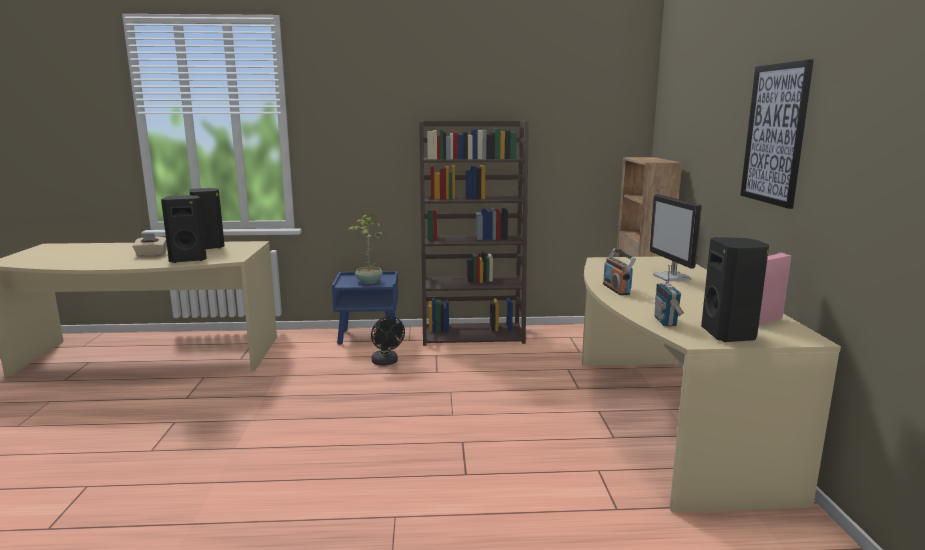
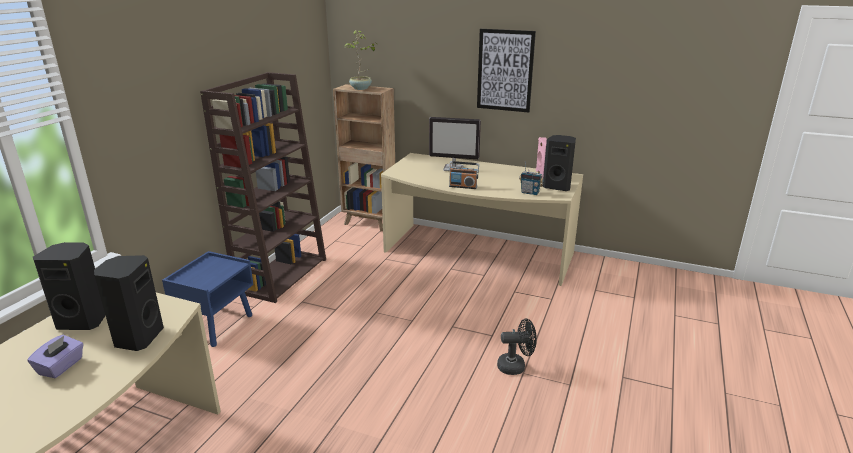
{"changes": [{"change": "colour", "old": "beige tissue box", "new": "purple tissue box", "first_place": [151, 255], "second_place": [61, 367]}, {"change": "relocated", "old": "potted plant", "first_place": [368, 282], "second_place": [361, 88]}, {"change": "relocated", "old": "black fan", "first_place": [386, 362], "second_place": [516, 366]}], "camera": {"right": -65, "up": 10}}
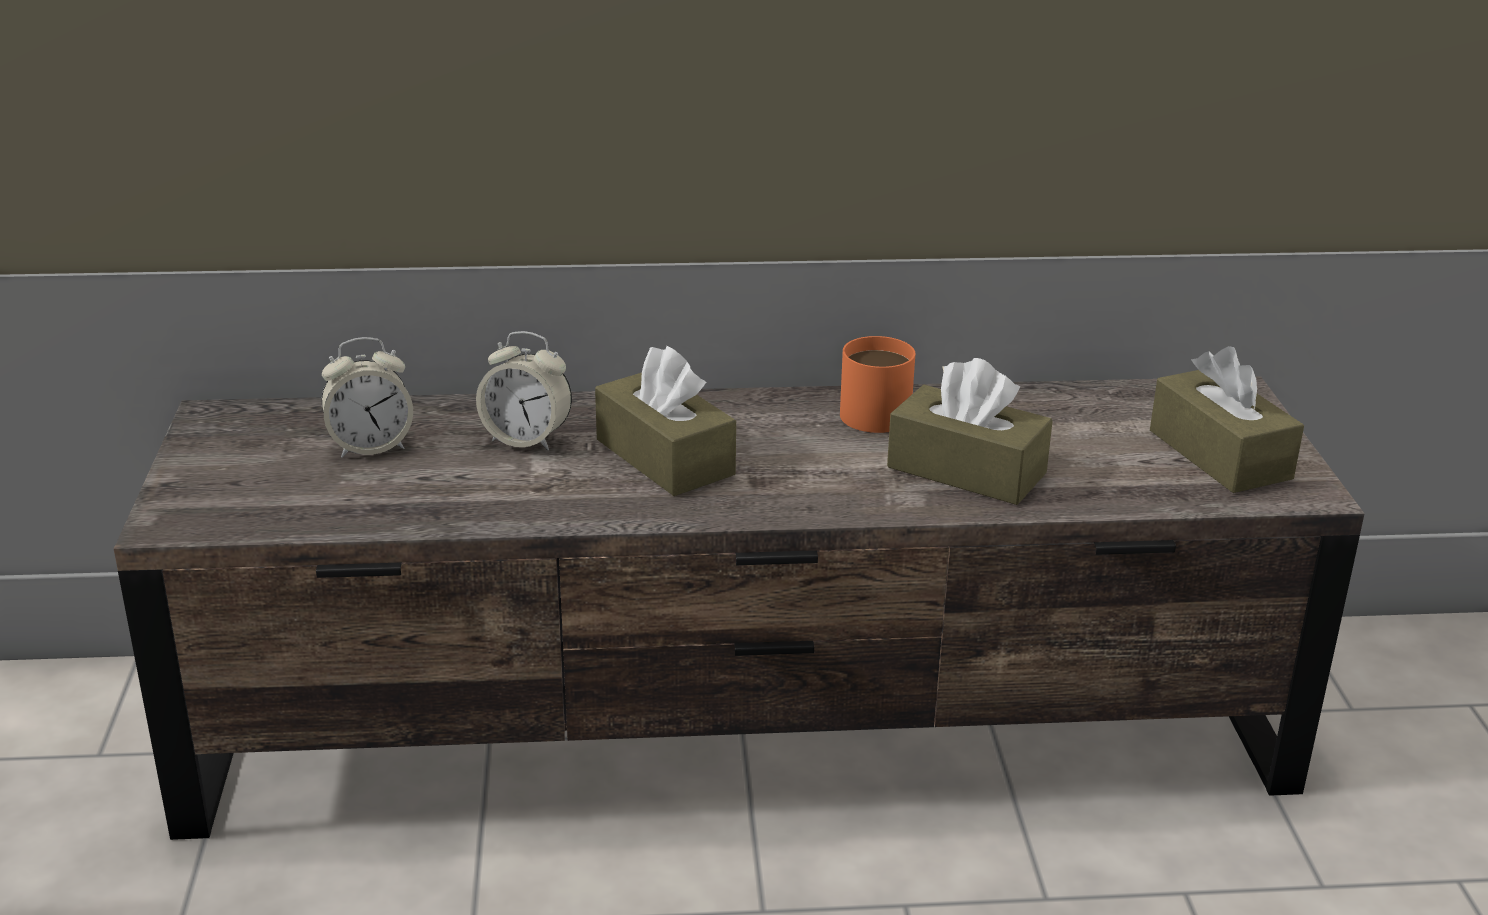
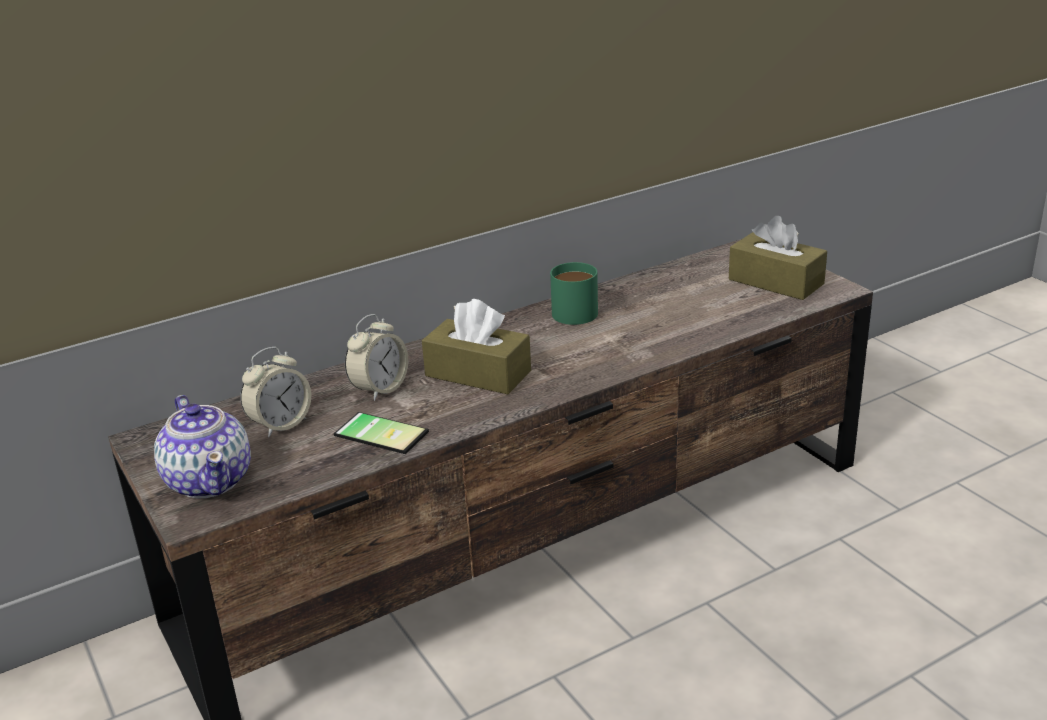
{"changes": [{"change": "appeared", "new": "teapot", "second_place": [209, 480]}, {"change": "appeared", "new": "phone", "second_place": [384, 431]}, {"change": "spun", "old": "alarm clock", "first_place": [526, 439], "second_place": [380, 389], "degrees": -45}, {"change": "colour", "old": "orange mug", "new": "green mug", "first_place": [883, 409], "second_place": [575, 309]}, {"change": "missing", "old": "brown tissue box", "first_place": [966, 470]}], "camera": {"right": -25, "up": 0}}
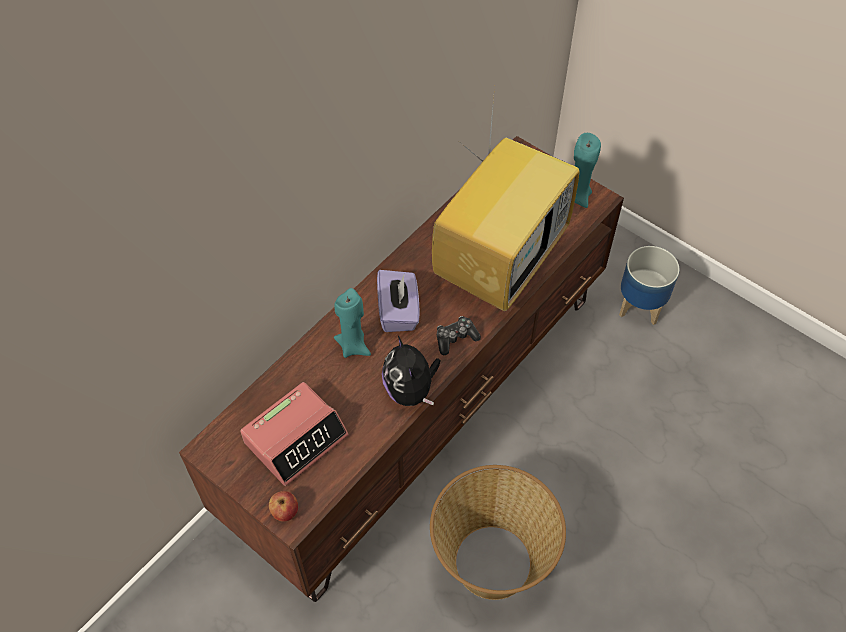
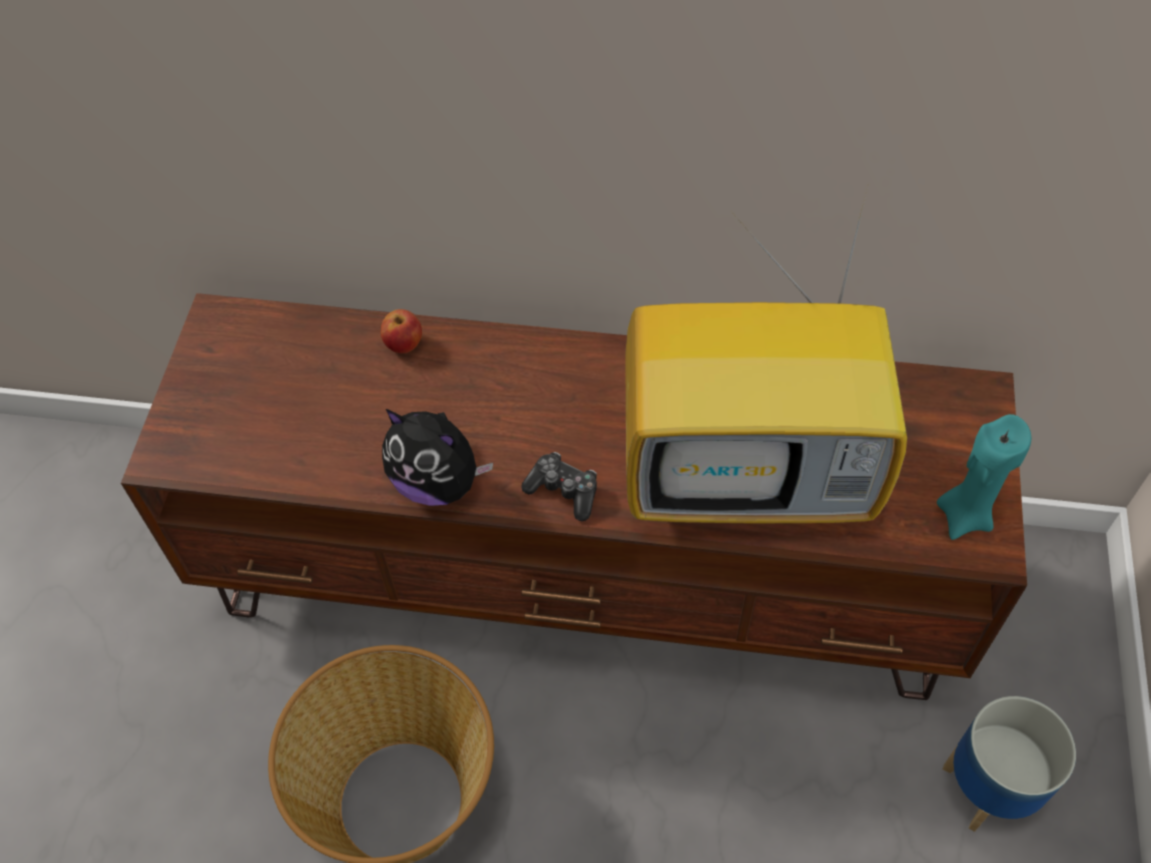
{"changes": [{"change": "relocated", "old": "apple", "first_place": [285, 512], "second_place": [404, 344]}, {"change": "spun", "old": "plush toy", "first_place": [410, 390], "second_place": [438, 482], "degrees": -105}, {"change": "missing", "old": "alarm clock", "first_place": [296, 438]}, {"change": "missing", "old": "turquoise candle", "first_place": [353, 346]}, {"change": "missing", "old": "purple tissue box", "first_place": [398, 312]}], "camera": {"right": 60, "up": 0}}
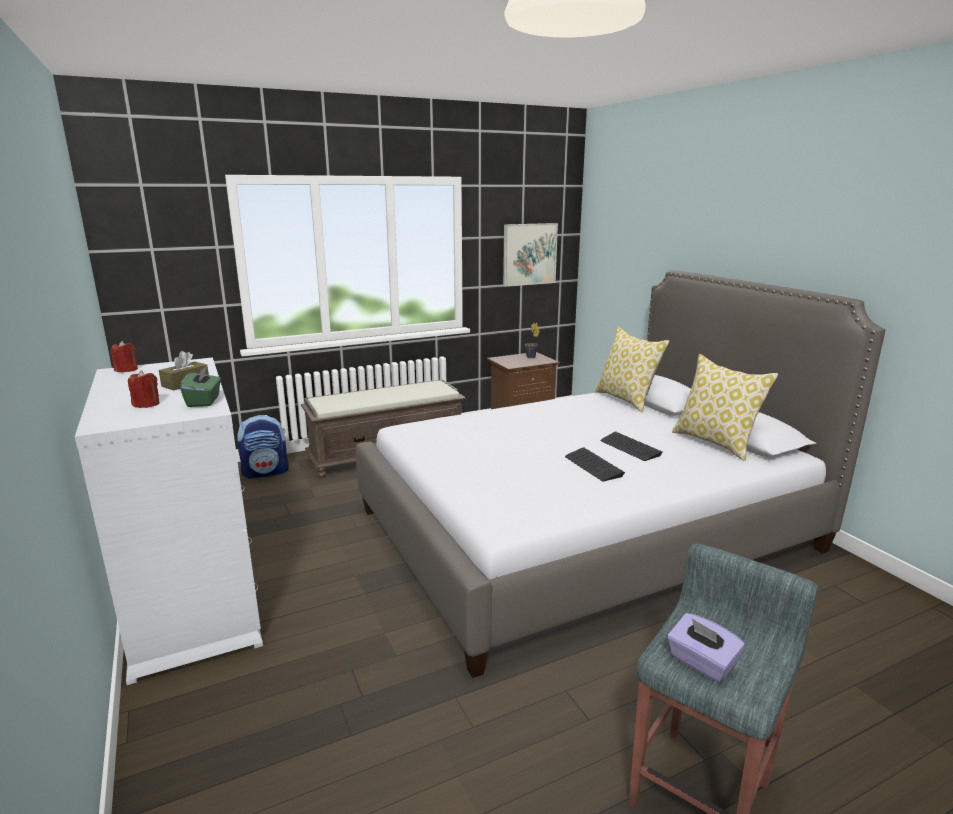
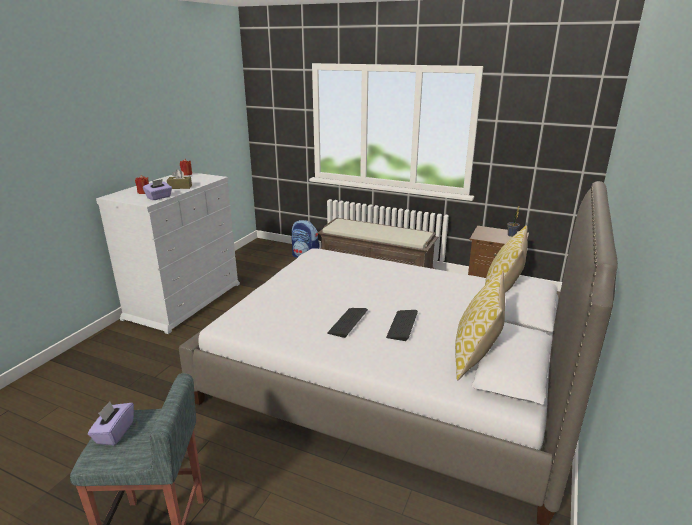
{"changes": [{"change": "colour", "old": "green tissue box", "new": "purple tissue box", "first_place": [204, 401], "second_place": [159, 197]}, {"change": "missing", "old": "picture", "first_place": [529, 254]}], "camera": {"right": 50, "up": 5}}
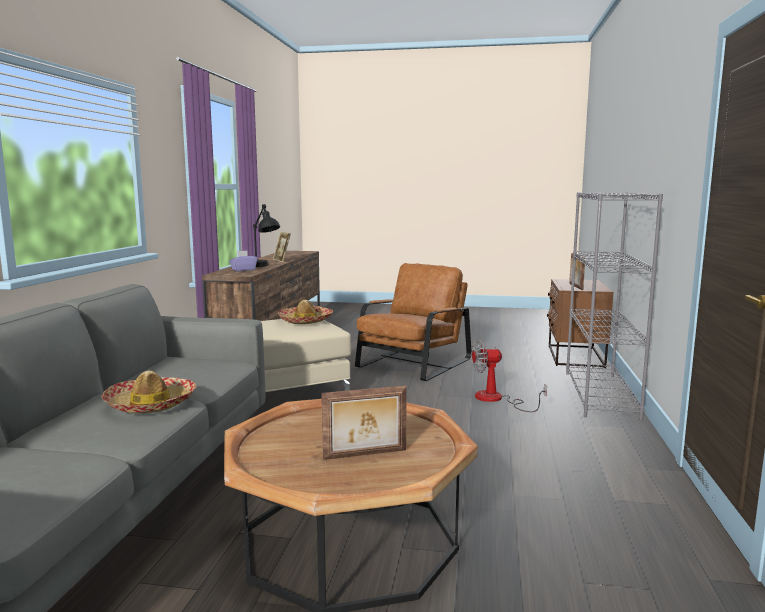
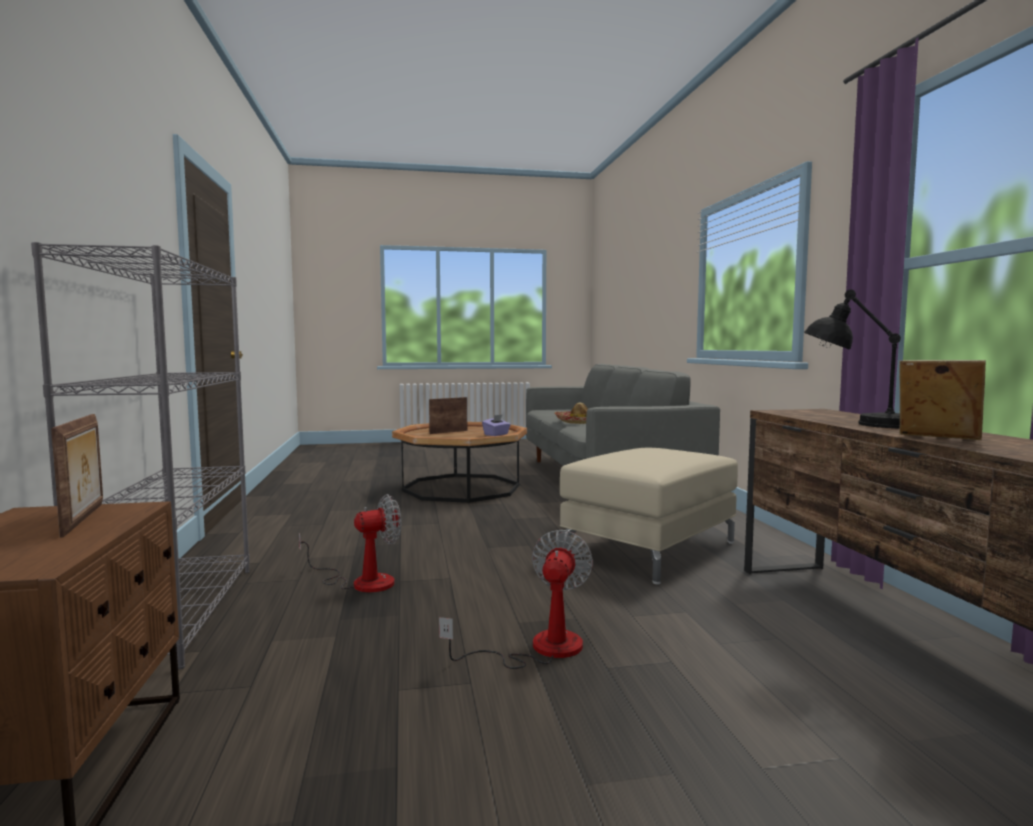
{"changes": [{"change": "exchanged", "old": "brown armchair", "new": "fan", "first_place": [413, 363], "second_place": [539, 649]}, {"change": "relocated", "old": "purple tissue box", "first_place": [243, 270], "second_place": [496, 434]}, {"change": "missing", "old": "hat", "first_place": [305, 321]}], "camera": {"right": 160, "up": -5}}
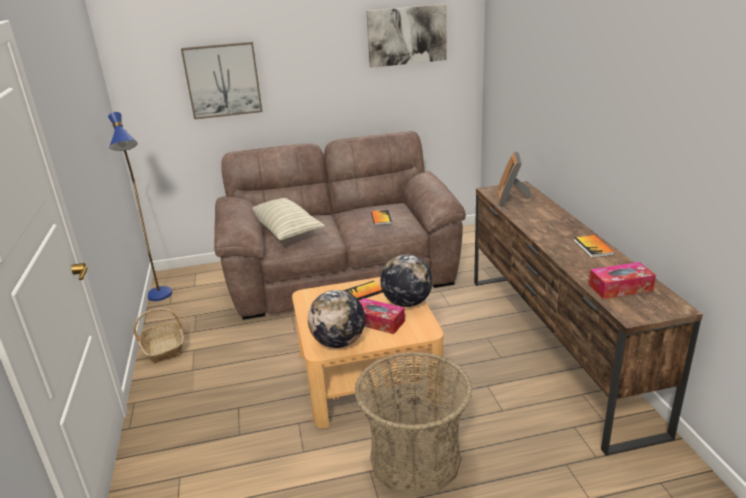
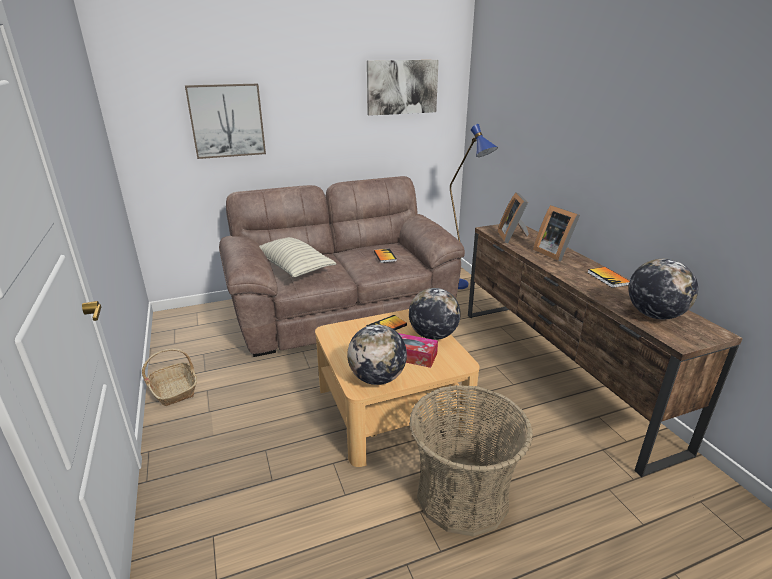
{"changes": [{"change": "relocated", "old": "blue floor lamp", "first_place": [161, 299], "second_place": [463, 287]}, {"change": "appeared", "new": "picture frame", "second_place": [553, 253]}, {"change": "exchanged", "old": "tissue box", "new": "globe", "first_place": [620, 288], "second_place": [654, 315]}], "camera": {"right": -10, "up": 0}}
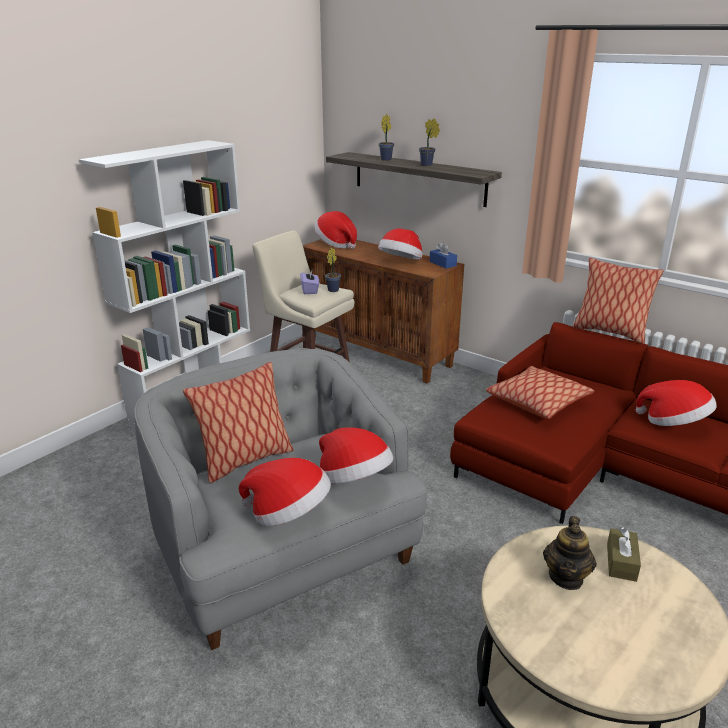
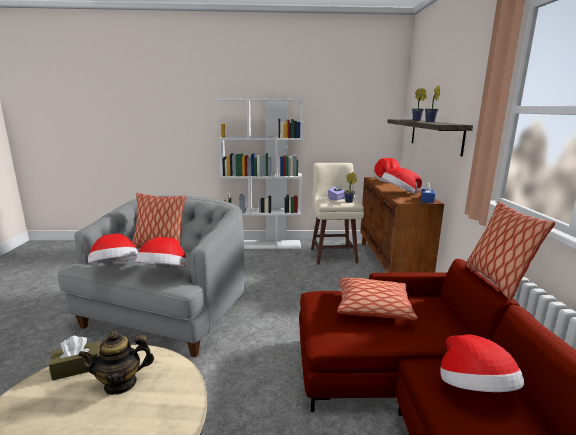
{"changes": [{"change": "relocated", "old": "brown tissue box", "first_place": [621, 562], "second_place": [77, 368]}], "camera": {"right": 50, "up": -10}}
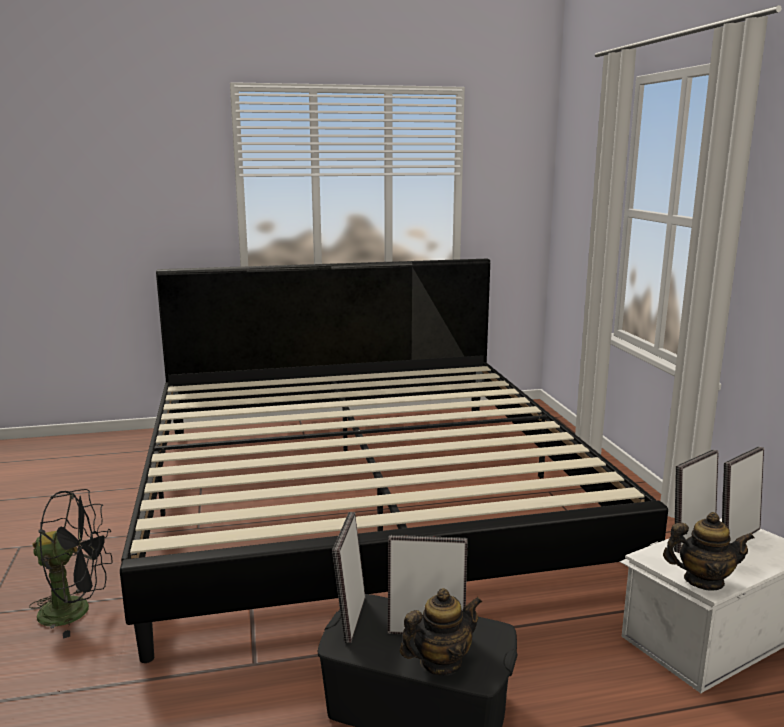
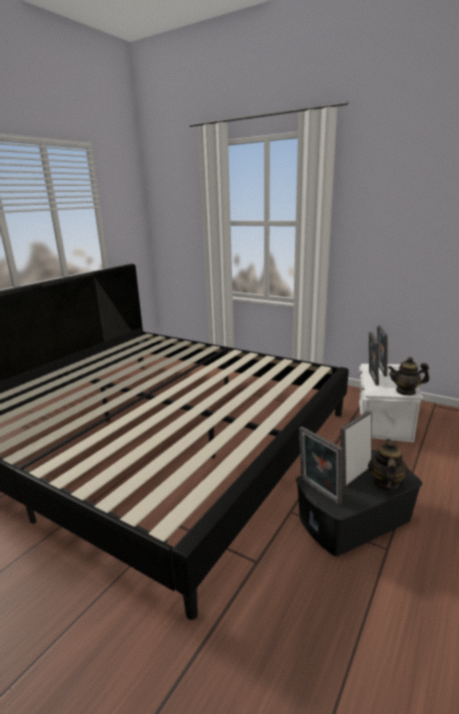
{"changes": [{"change": "spun", "old": "teapot", "first_place": [703, 581], "second_place": [406, 391], "degrees": -135}, {"change": "missing", "old": "black fan", "first_place": [76, 611]}], "camera": {"right": -45, "up": 5}}
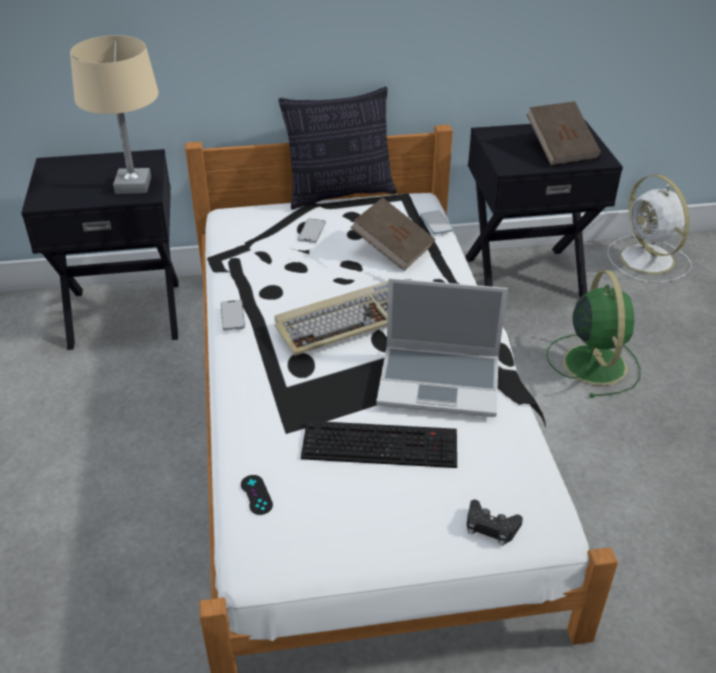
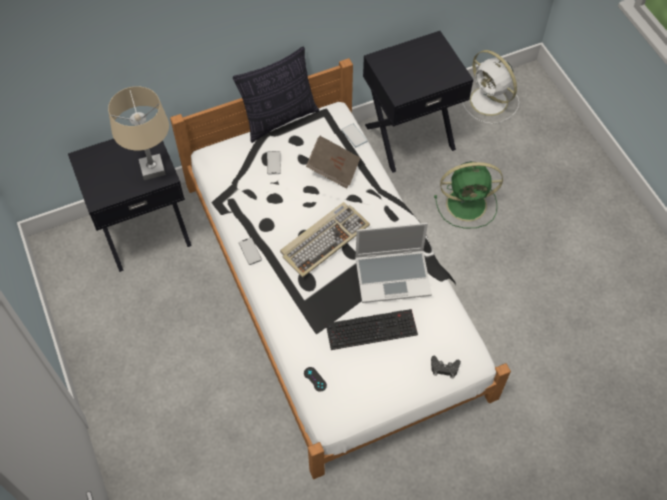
{"changes": [{"change": "spun", "old": "green fan", "first_place": [593, 362], "second_place": [468, 204], "degrees": 105}, {"change": "missing", "old": "brown book", "first_place": [561, 149]}], "camera": {"right": -15, "up": 20}}
